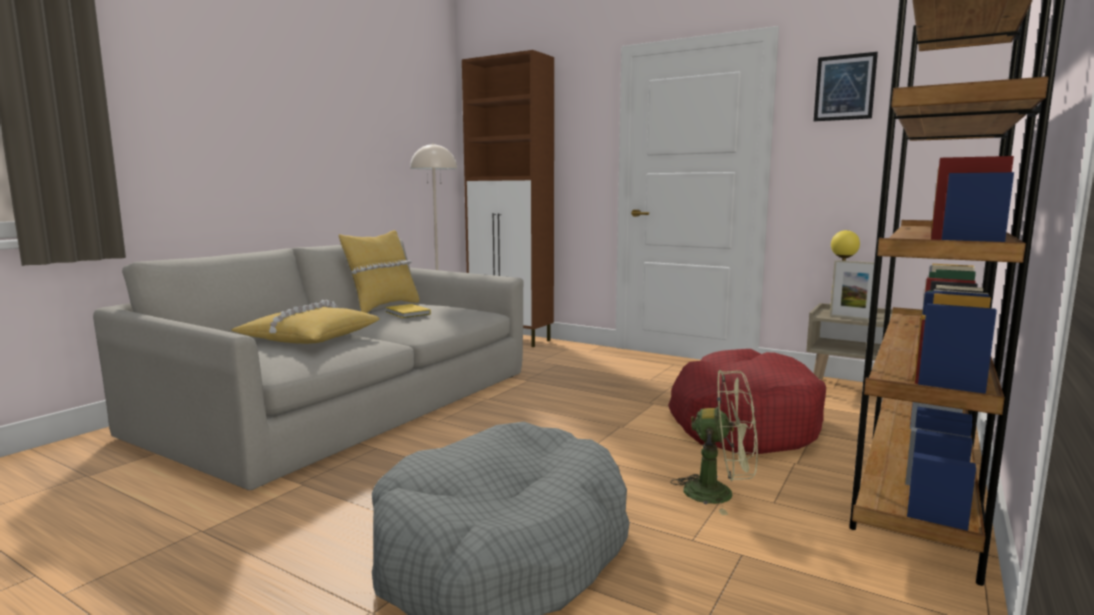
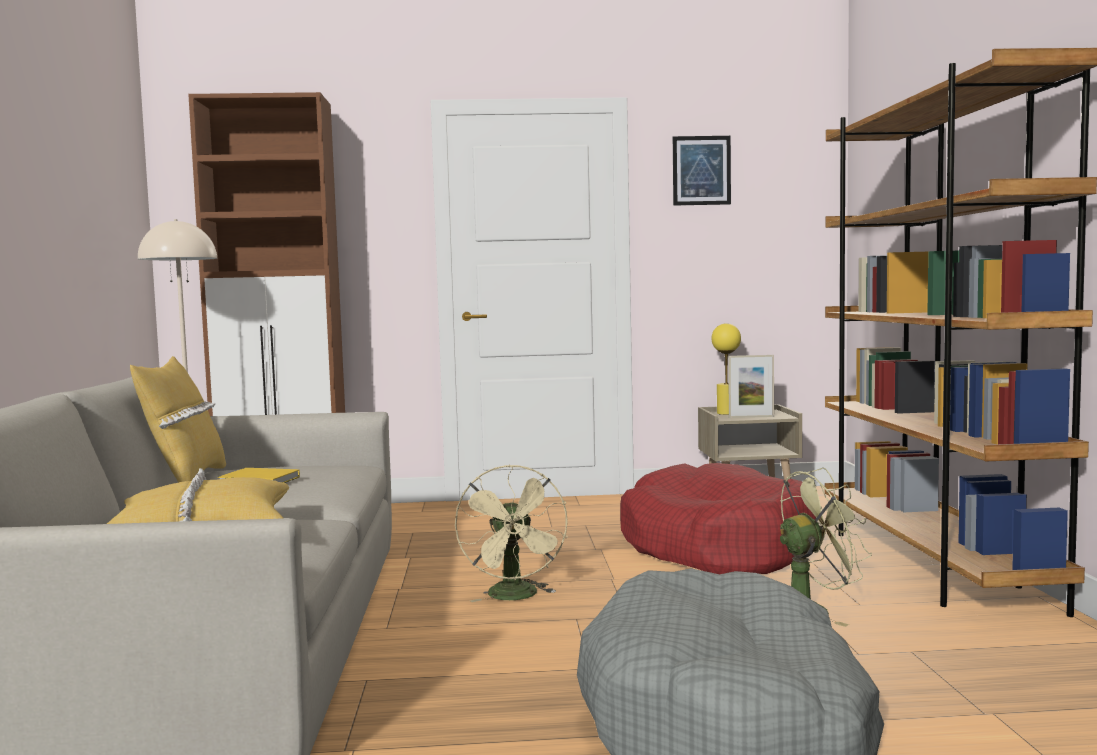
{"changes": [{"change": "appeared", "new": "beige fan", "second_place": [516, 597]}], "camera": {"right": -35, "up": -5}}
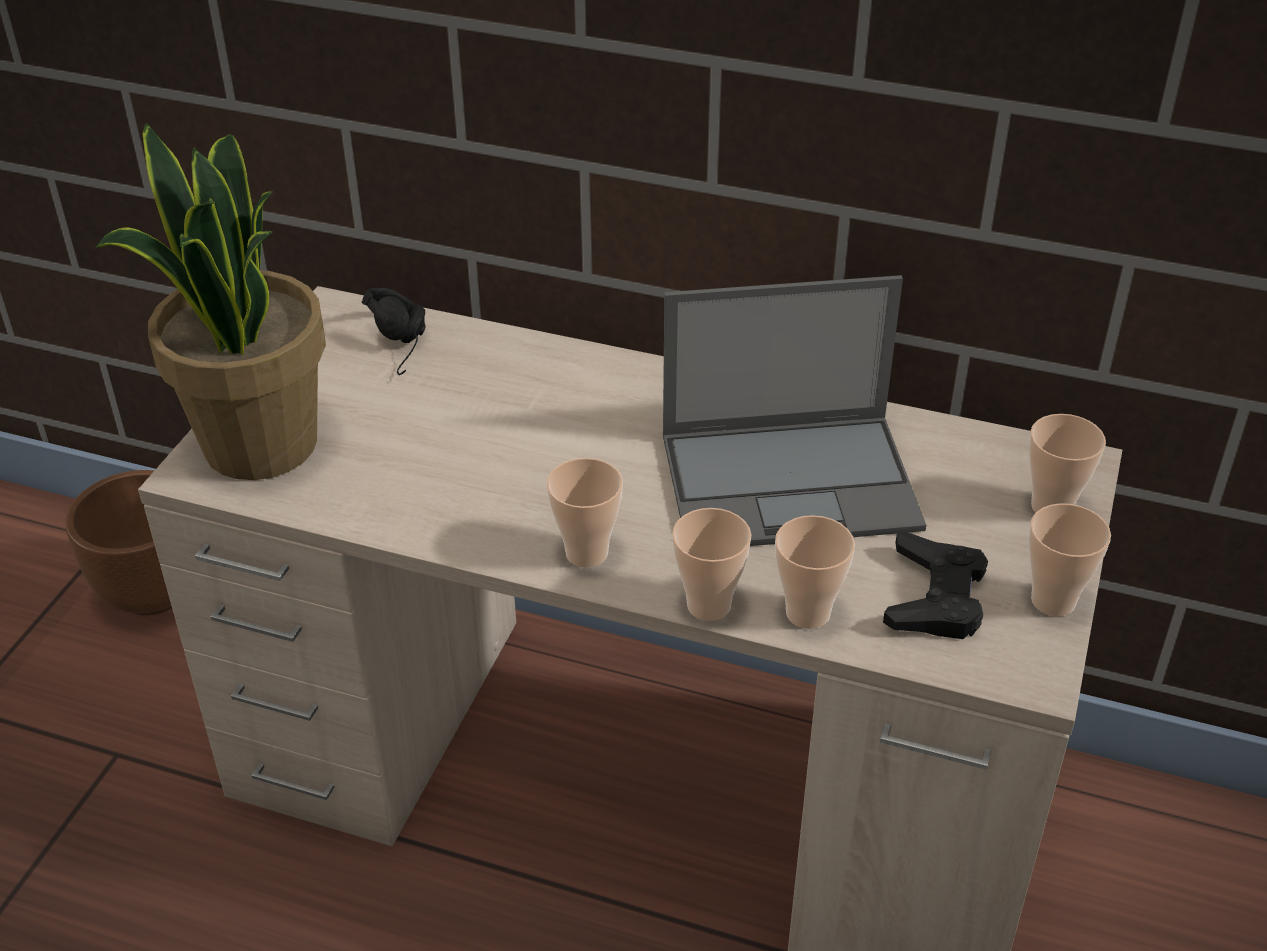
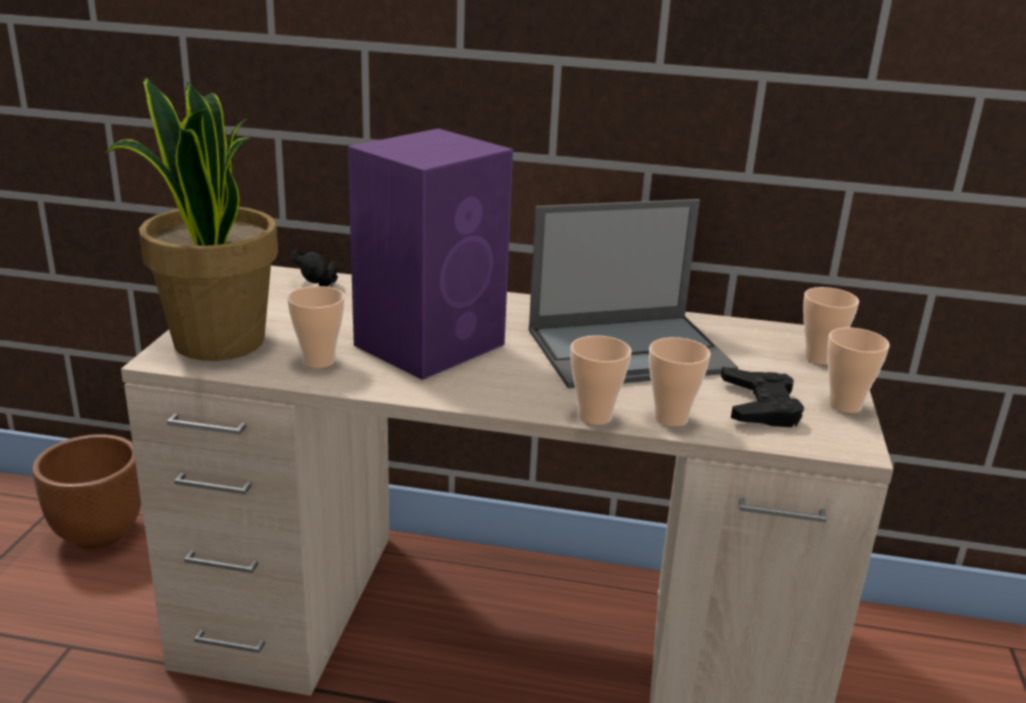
{"changes": [{"change": "relocated", "old": "cup", "first_place": [587, 553], "second_place": [319, 361]}, {"change": "appeared", "new": "purple speaker", "second_place": [432, 344]}], "camera": {"right": -10, "up": -15}}
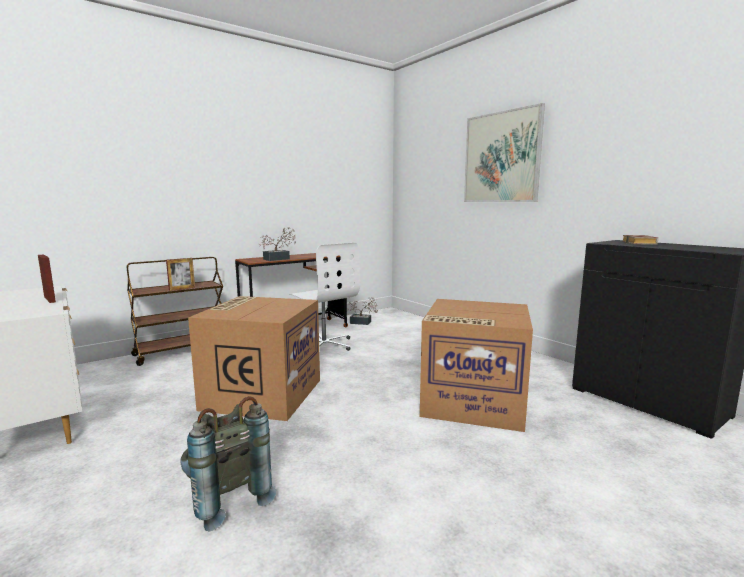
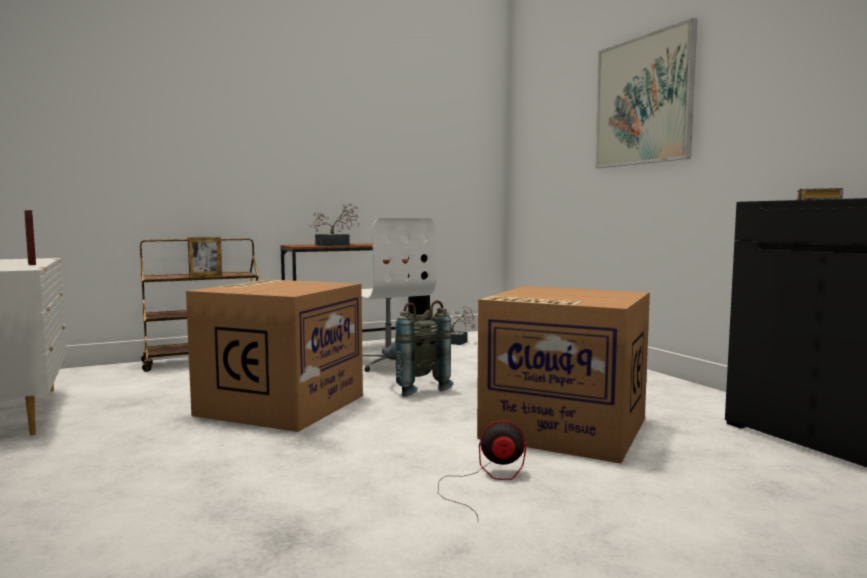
{"changes": [{"change": "relocated", "old": "grey backpack", "first_place": [225, 499], "second_place": [413, 388]}, {"change": "appeared", "new": "fan", "second_place": [486, 480]}], "camera": {"right": 10, "up": -5}}
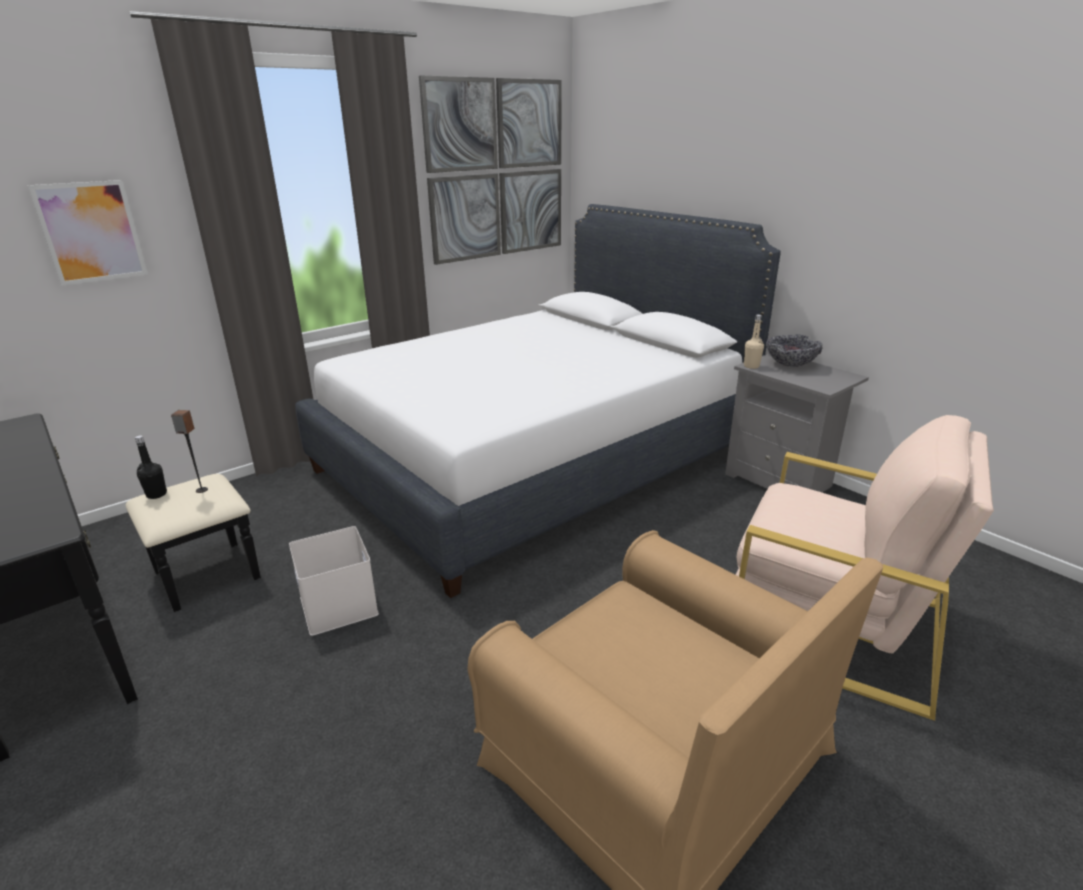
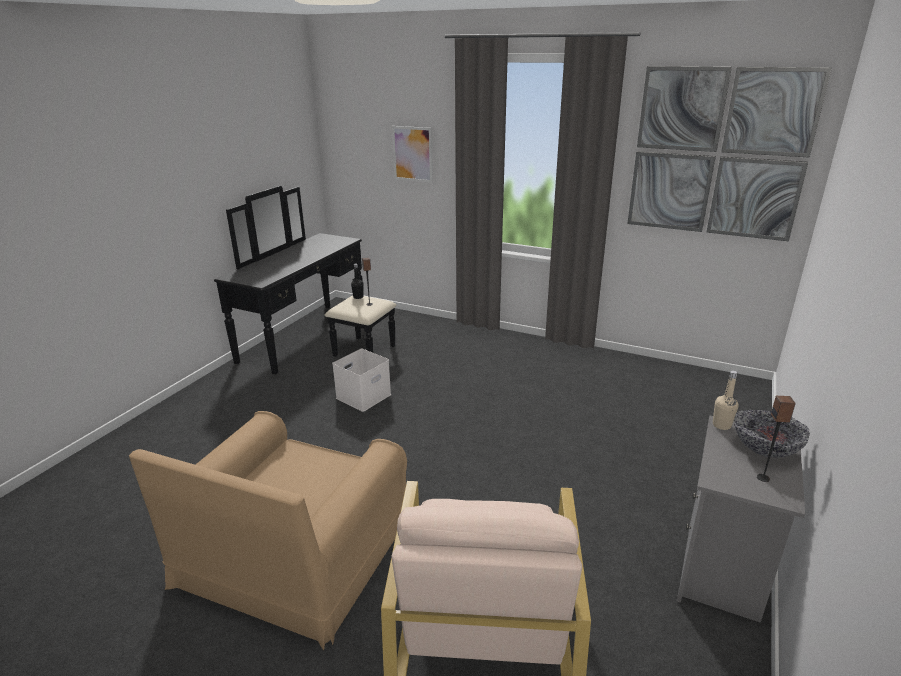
{"changes": [{"change": "appeared", "new": "speaker", "second_place": [763, 478]}, {"change": "missing", "old": "white bed", "first_place": [534, 461]}], "camera": {"right": 65, "up": 0}}
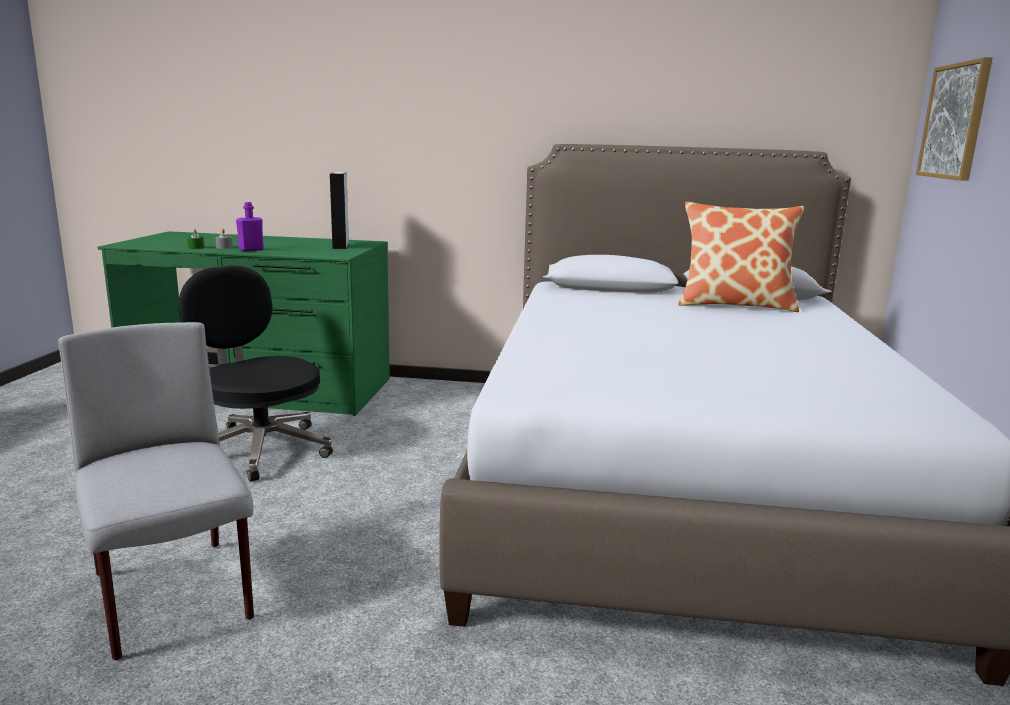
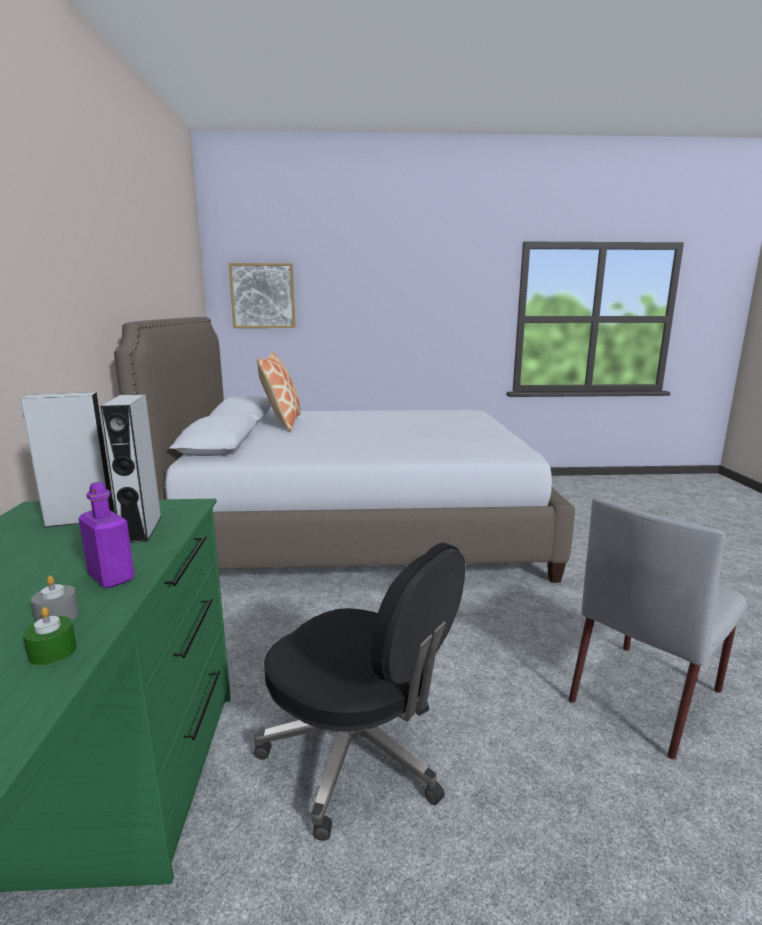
{"changes": [{"change": "appeared", "new": "grey speaker", "second_place": [141, 529]}, {"change": "spun", "old": "black office chair", "first_place": [260, 449], "second_place": [358, 755], "degrees": -90}], "camera": {"right": -100, "up": 0}}
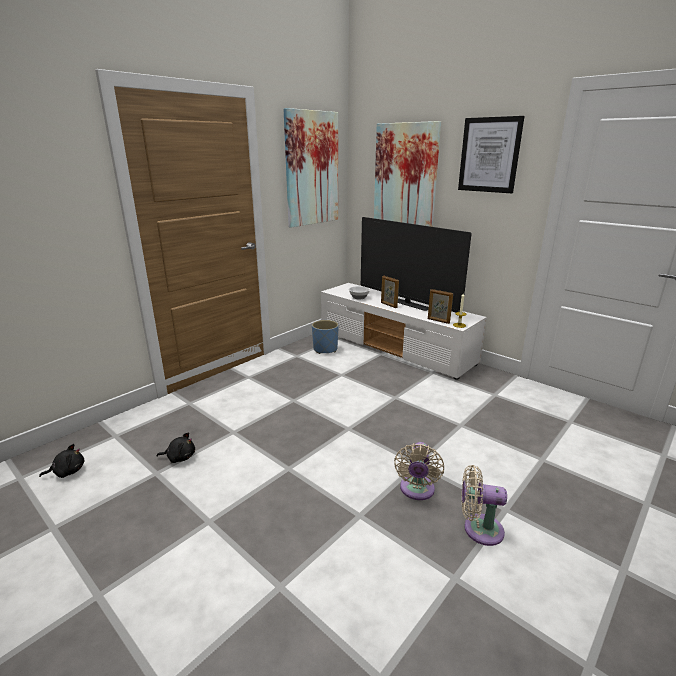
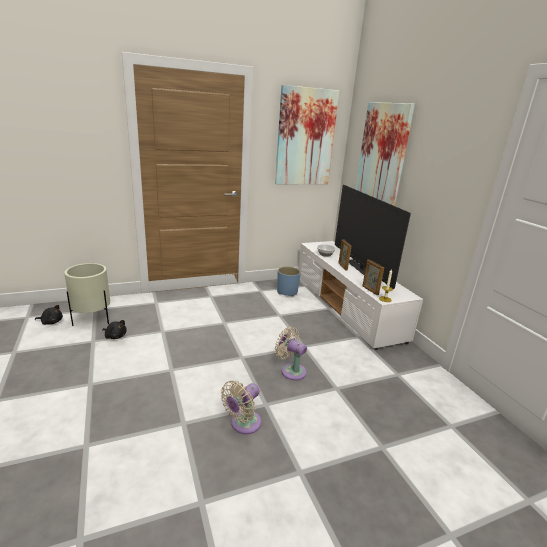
{"changes": [{"change": "appeared", "new": "beige planter", "second_place": [92, 319]}, {"change": "relocated", "old": "beige fan", "first_place": [479, 529], "second_place": [291, 370]}, {"change": "missing", "old": "picture", "first_place": [489, 155]}], "camera": {"right": 25, "up": 0}}
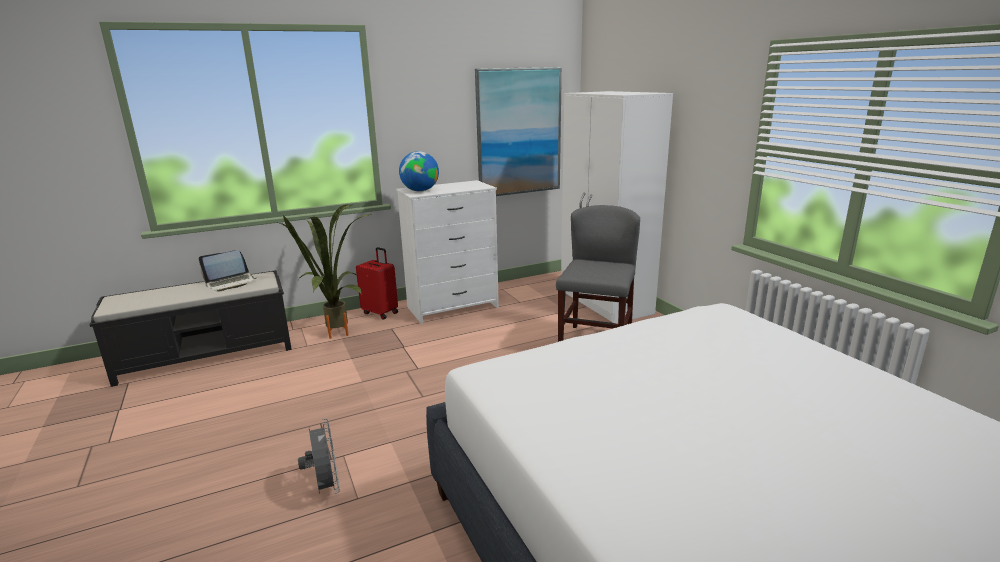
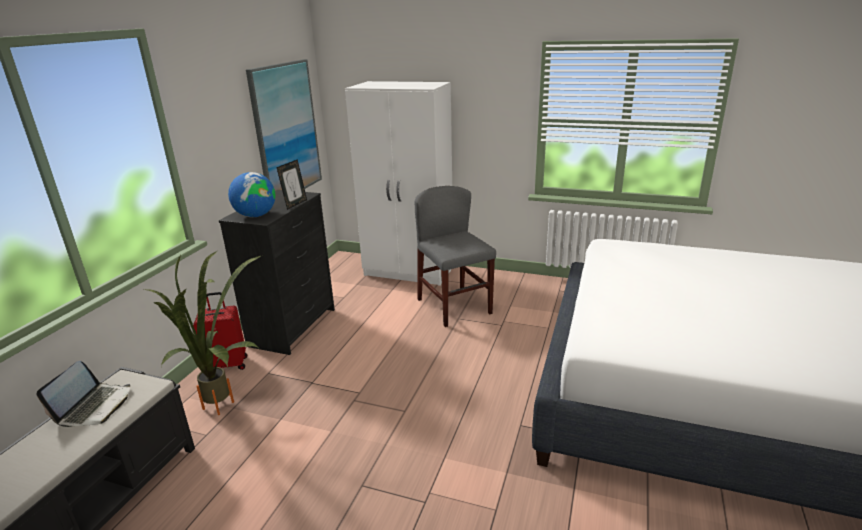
{"changes": [{"change": "colour", "old": "white dresser", "new": "black dresser", "first_place": [453, 307], "second_place": [293, 327]}, {"change": "appeared", "new": "picture frame", "second_place": [295, 204]}, {"change": "missing", "old": "grey fan", "first_place": [325, 488]}], "camera": {"right": -45, "up": 5}}
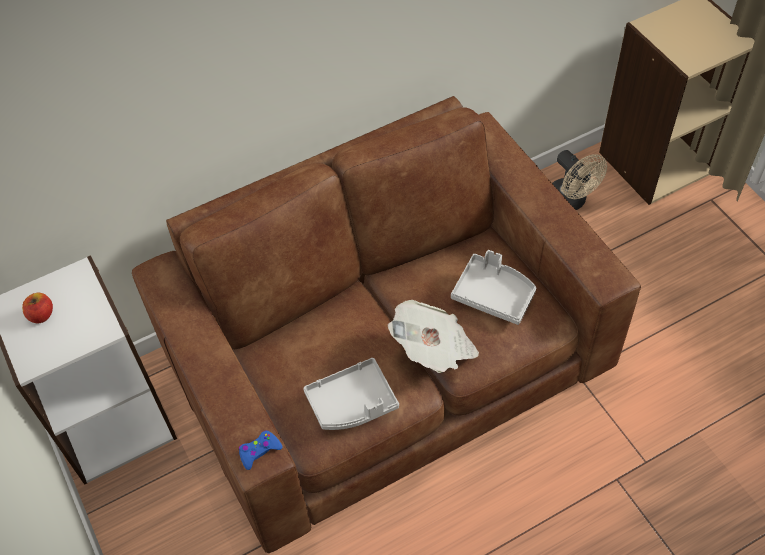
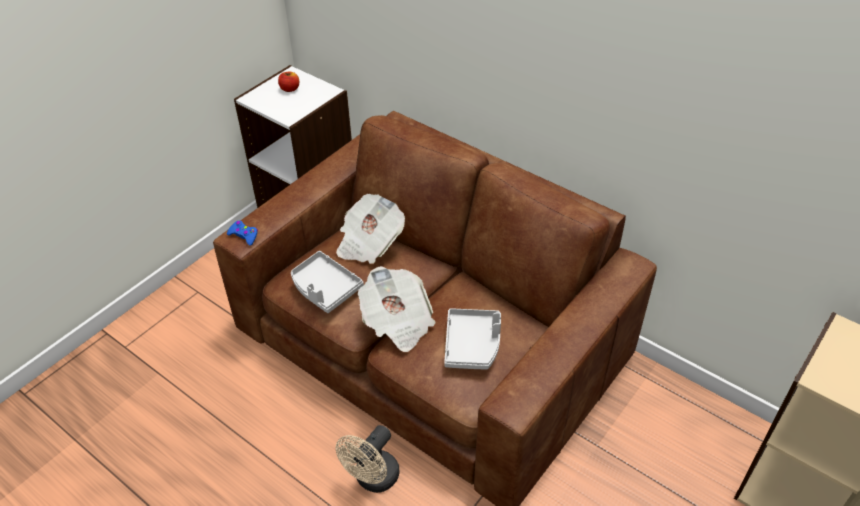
{"changes": [{"change": "appeared", "new": "newspaper", "second_place": [369, 242]}, {"change": "relocated", "old": "beige fan", "first_place": [571, 202], "second_place": [373, 479]}], "camera": {"right": 65, "up": -10}}
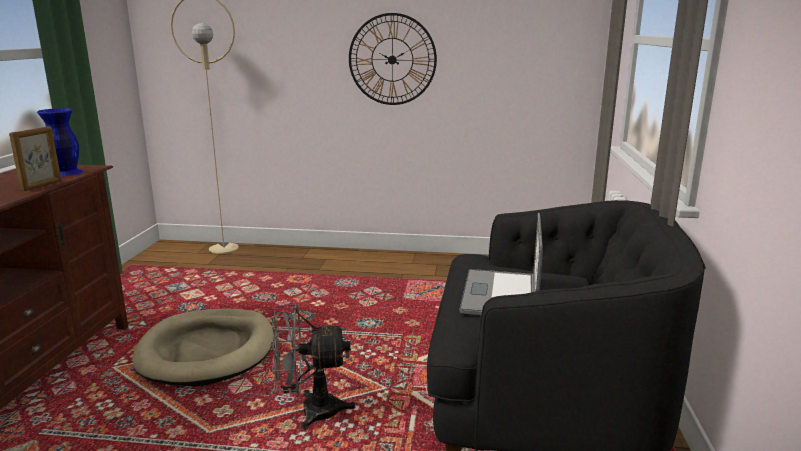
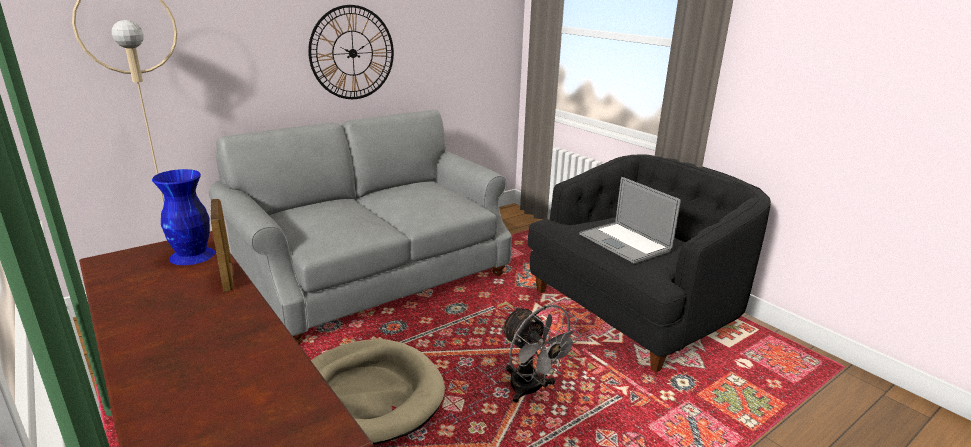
{"changes": [{"change": "appeared", "new": "grey sofa", "second_place": [375, 275]}, {"change": "spun", "old": "grey fan", "first_place": [310, 411], "second_place": [531, 390], "degrees": -75}], "camera": {"right": -45, "up": 5}}
